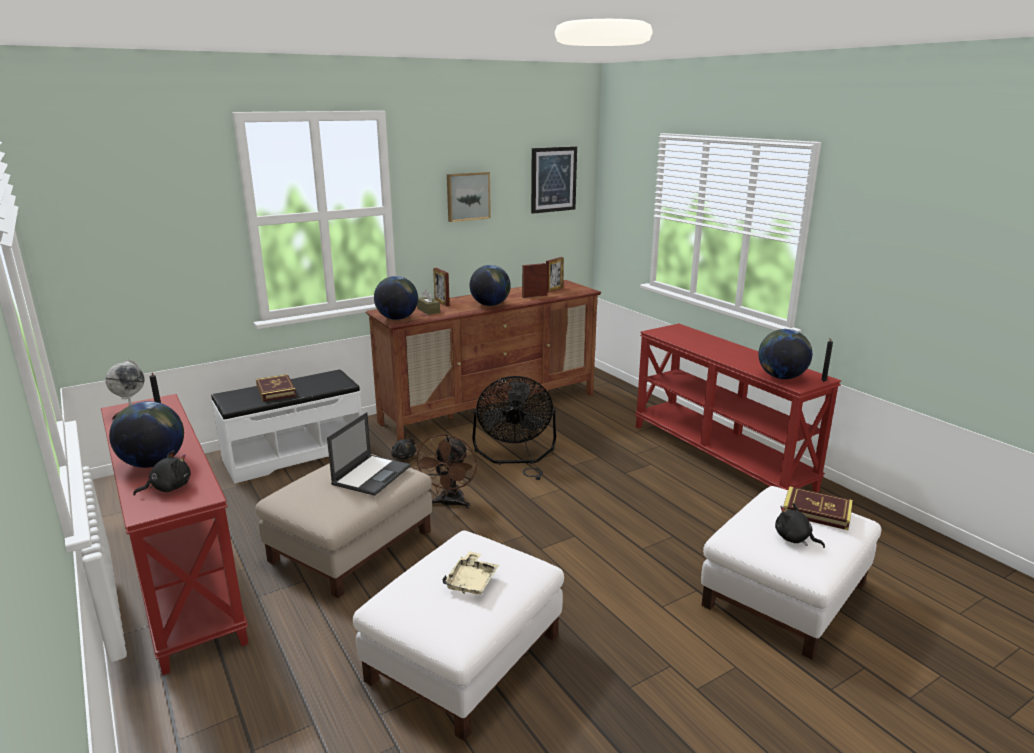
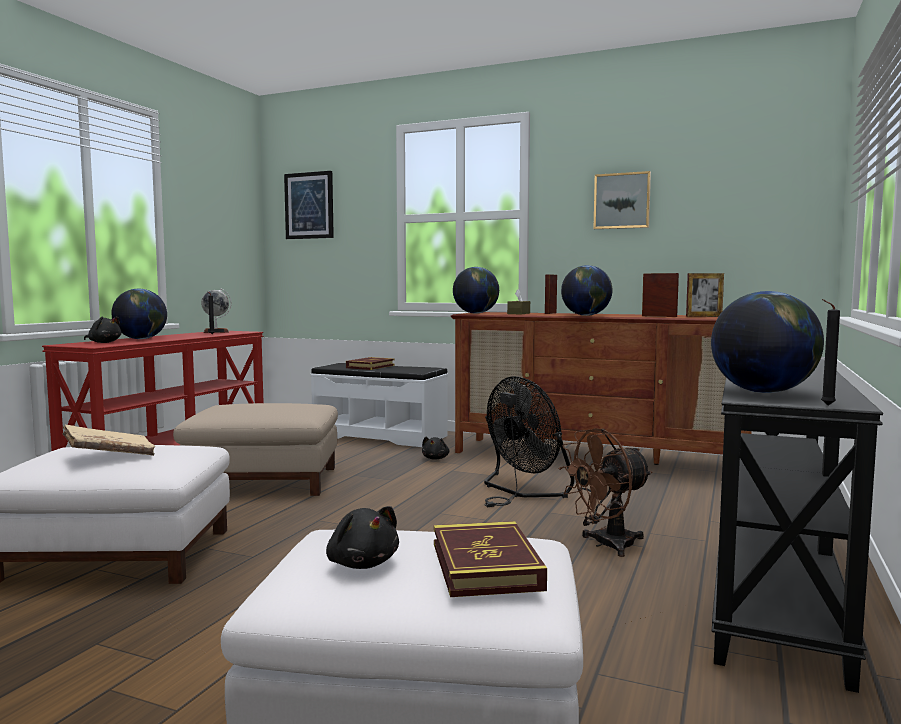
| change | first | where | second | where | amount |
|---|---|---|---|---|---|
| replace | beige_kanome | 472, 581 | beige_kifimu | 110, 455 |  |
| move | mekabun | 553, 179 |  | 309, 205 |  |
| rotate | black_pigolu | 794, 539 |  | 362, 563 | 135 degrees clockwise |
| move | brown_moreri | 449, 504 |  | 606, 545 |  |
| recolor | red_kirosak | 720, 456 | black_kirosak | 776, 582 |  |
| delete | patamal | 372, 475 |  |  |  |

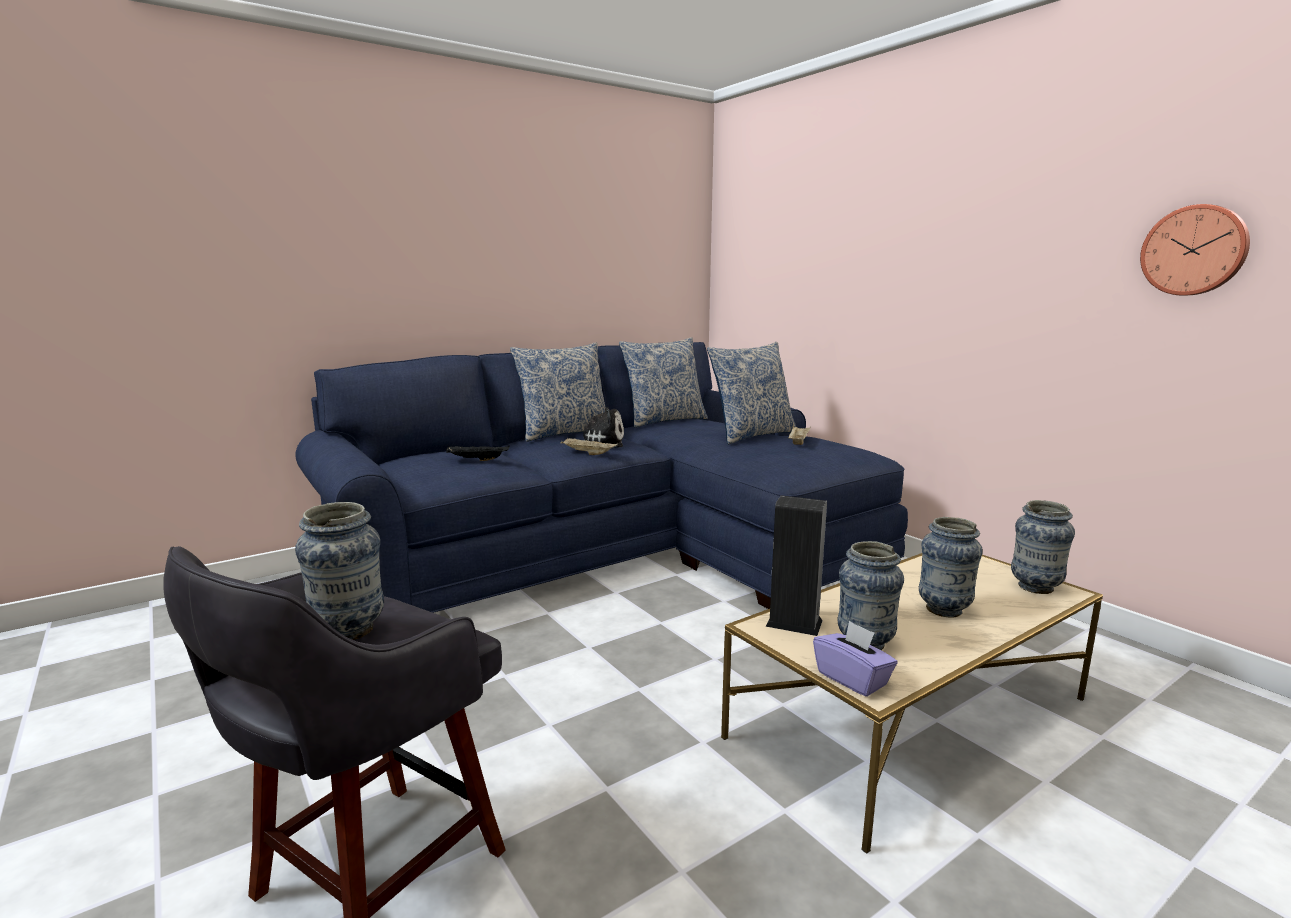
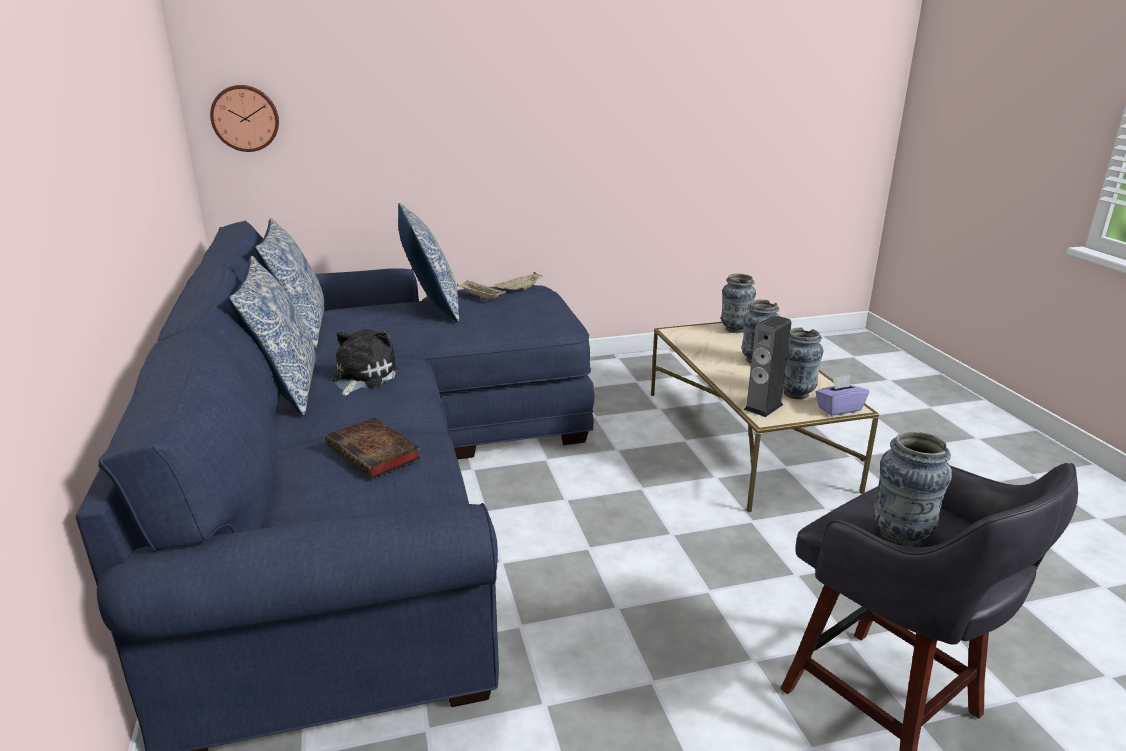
| change | first | where | second | where | amount |
|---|---|---|---|---|---|
| move | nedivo | 1194, 250 |  | 245, 118 |  |
| replace | black_kanome | 477, 460 | kifimu | 375, 453 |  |
| move | beige_kanome | 587, 453 |  | 519, 290 |  |

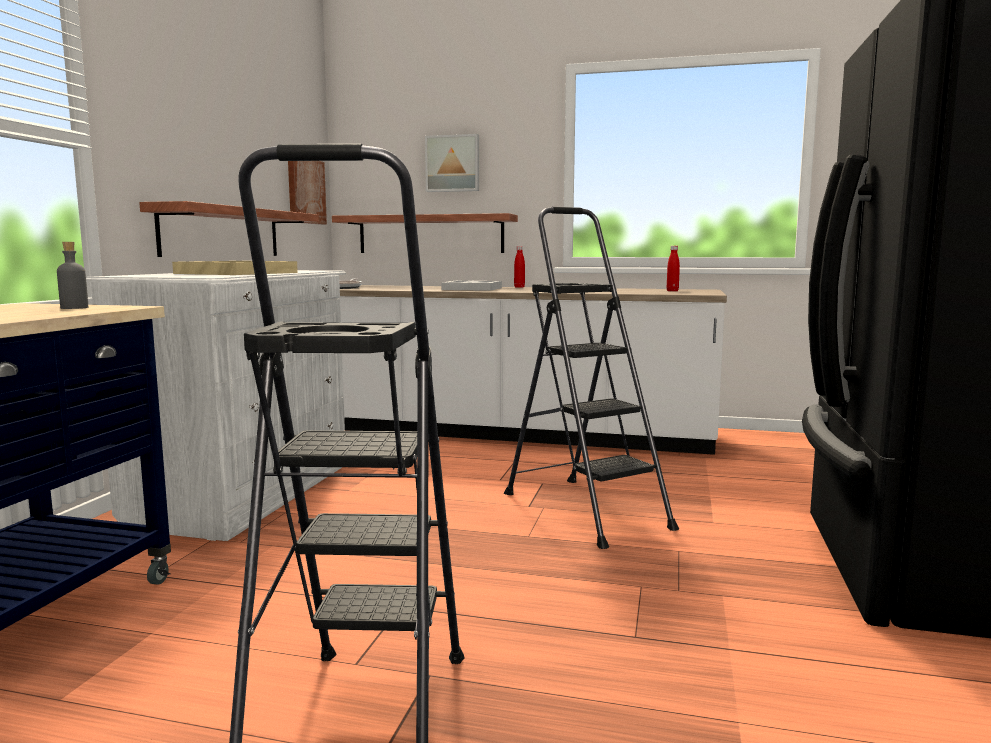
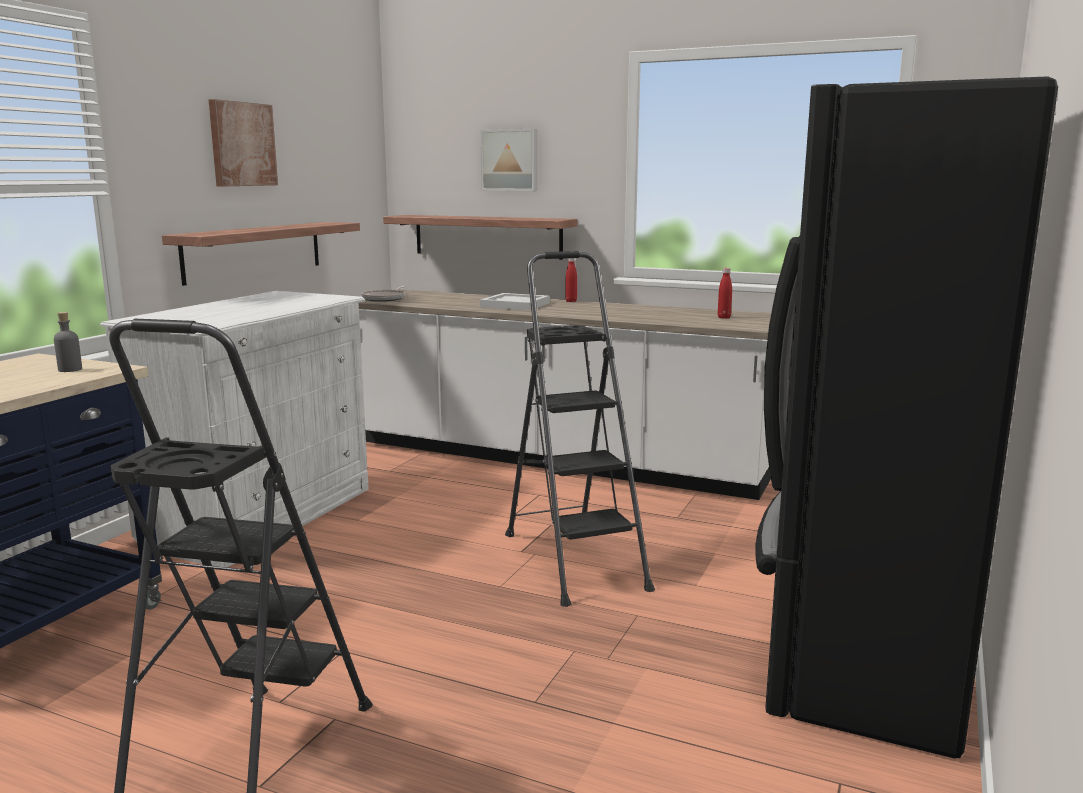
| change | first | where | second | where | amount |
|---|---|---|---|---|---|
| move | mekabun | 305, 191 |  | 242, 144 |  |
| delete | beige_kanome | 236, 273 |  |  |  |

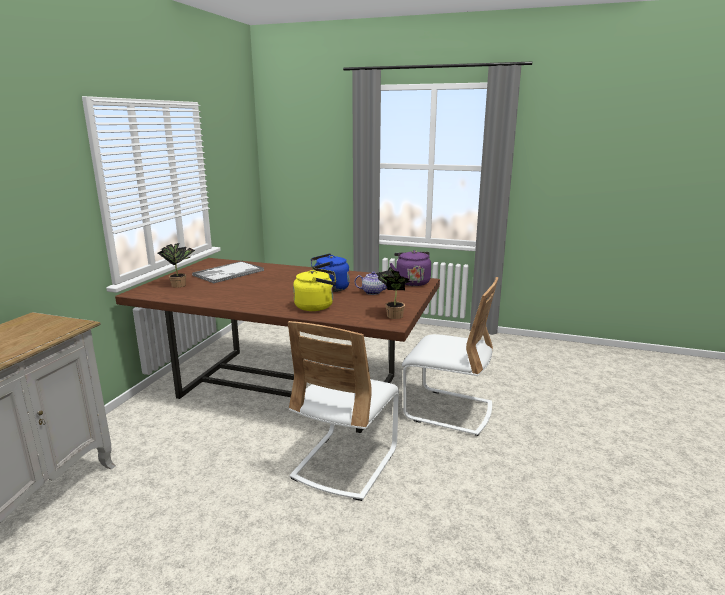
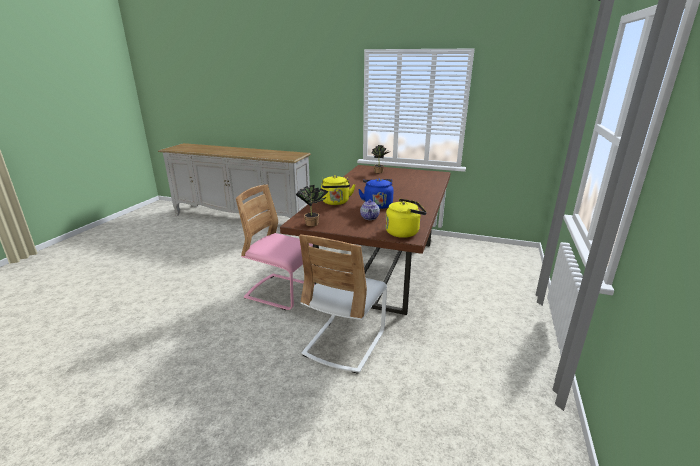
| change | first | where | second | where | amount |
|---|---|---|---|---|---|
| recolor | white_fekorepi | 345, 463 | pink_fekorepi | 282, 292 |  |
| recolor | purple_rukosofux | 412, 282 | yellow_rukosofux | 404, 232 |  |
| delete | kanome | 228, 273 |  |  |  |

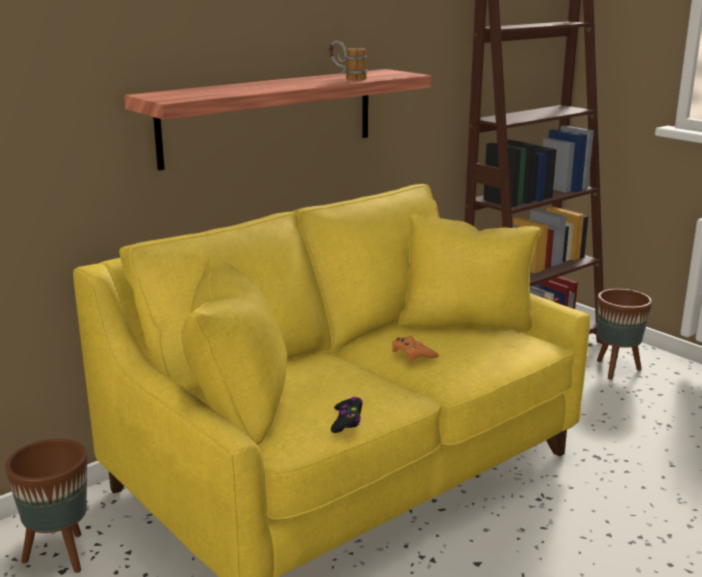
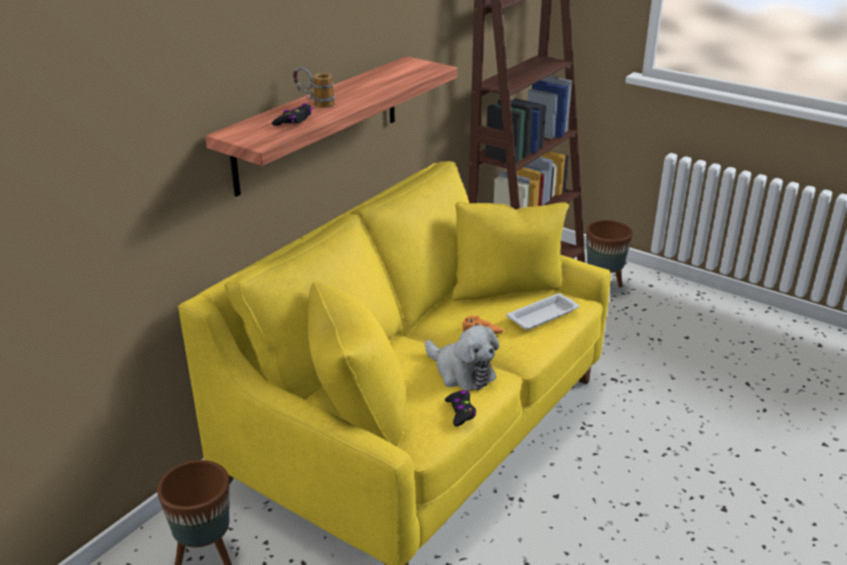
| change | first | where | second | where | amount |
|---|---|---|---|---|---|
| insert |  |  | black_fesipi | 294, 121 |  |
| move | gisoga | 347, 78 |  | 314, 103 |  |
| insert |  |  | pigolu | 461, 372 |  |
| insert |  |  | white_kanome | 543, 315 |  |

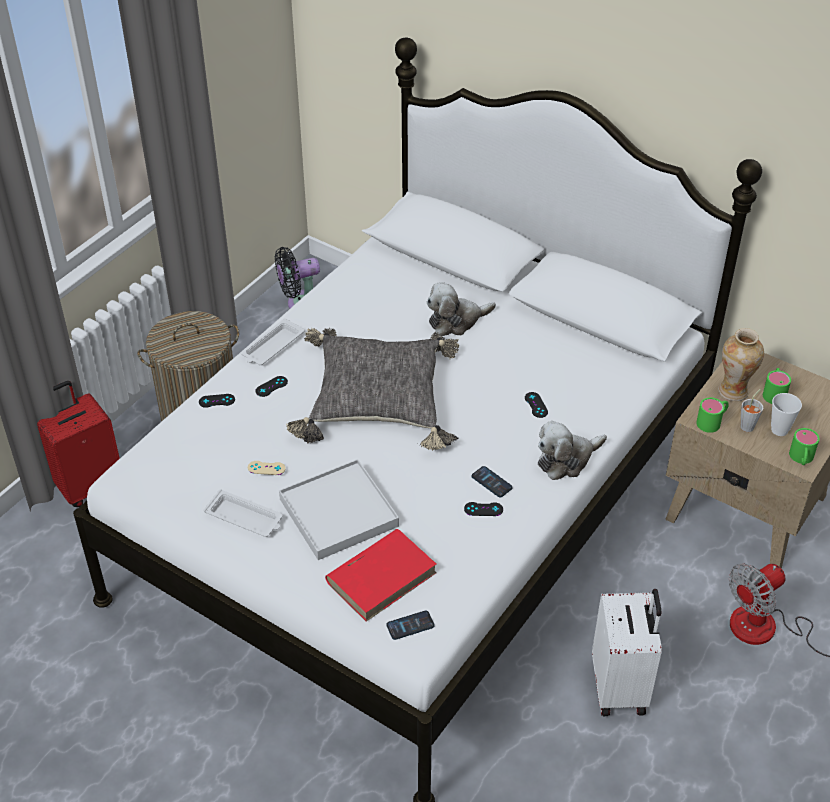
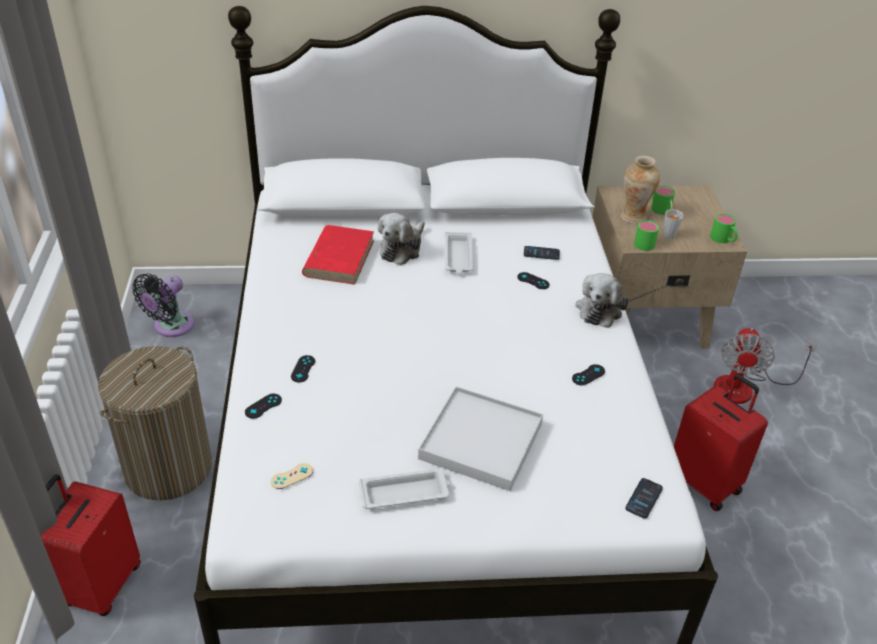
| change | first | where | second | where | amount |
|---|---|---|---|---|---|
| move | beige_fesipi | 266, 468 |  | 292, 476 |  |
| move | red_kifimu | 382, 576 |  | 339, 257 |  |
| move | white_kanome | 272, 347 |  | 458, 257 |  |
| move | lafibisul | 491, 482 |  | 541, 253 |  |
| recolor | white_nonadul | 620, 687 | red_nonadul | 705, 483 |  |
| delete | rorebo | 377, 396 |  |  |  |
| delete | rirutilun | 779, 430 |  |  |  |

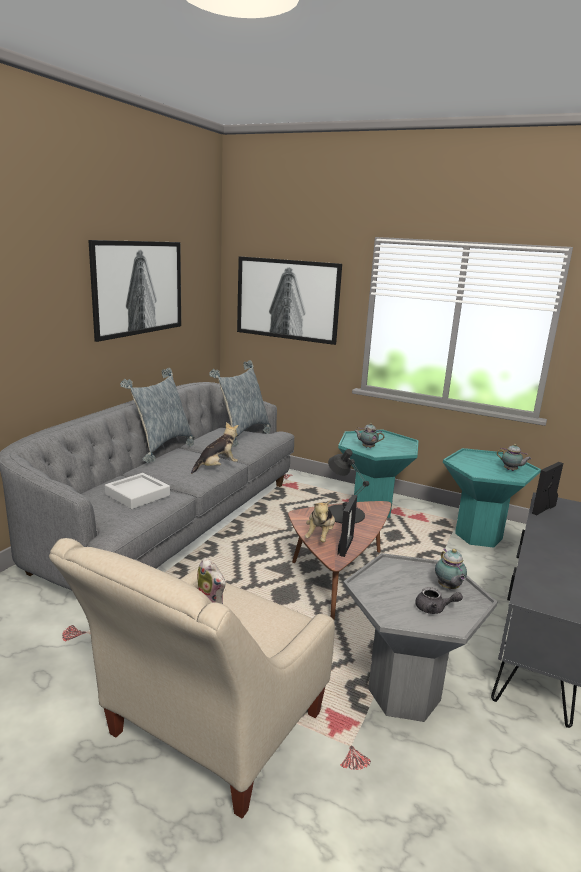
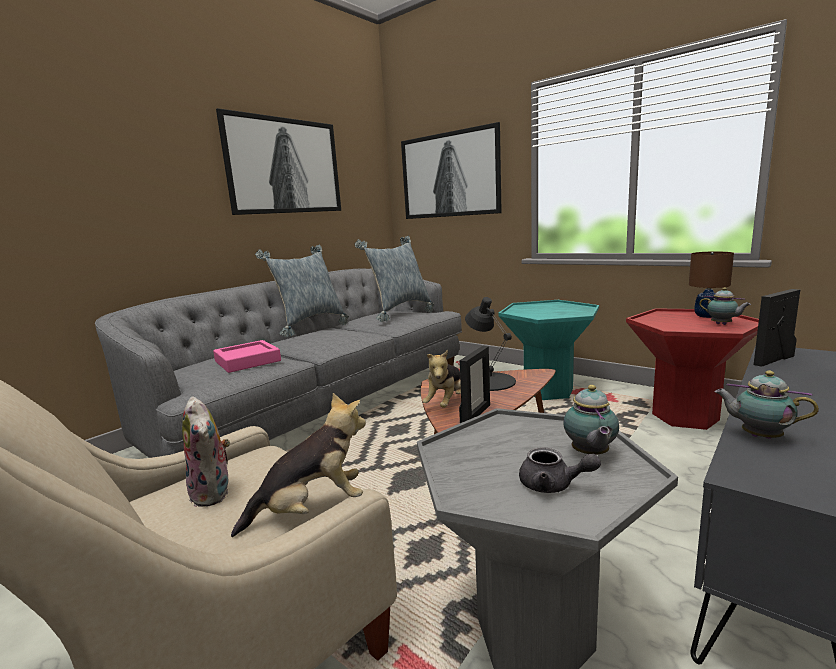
| change | first | where | second | where | amount |
|---|---|---|---|---|---|
| recolor | grey_kanome | 137, 495 | pink_kanome | 247, 361 |  |
| move | pigolu | 217, 467 |  | 312, 510 |  |
| recolor | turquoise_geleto | 479, 536 | red_geleto | 685, 417 |  |
| insert |  |  | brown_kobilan | 705, 316 |  |
| move | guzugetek | 367, 447 |  | 758, 436 |  |

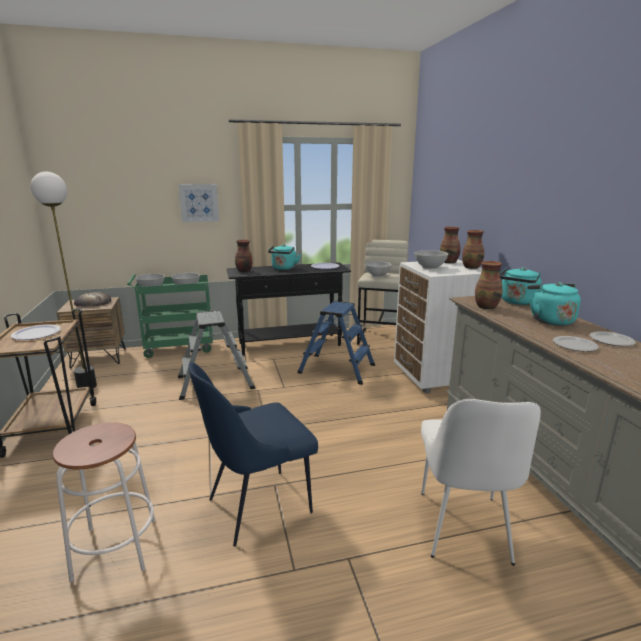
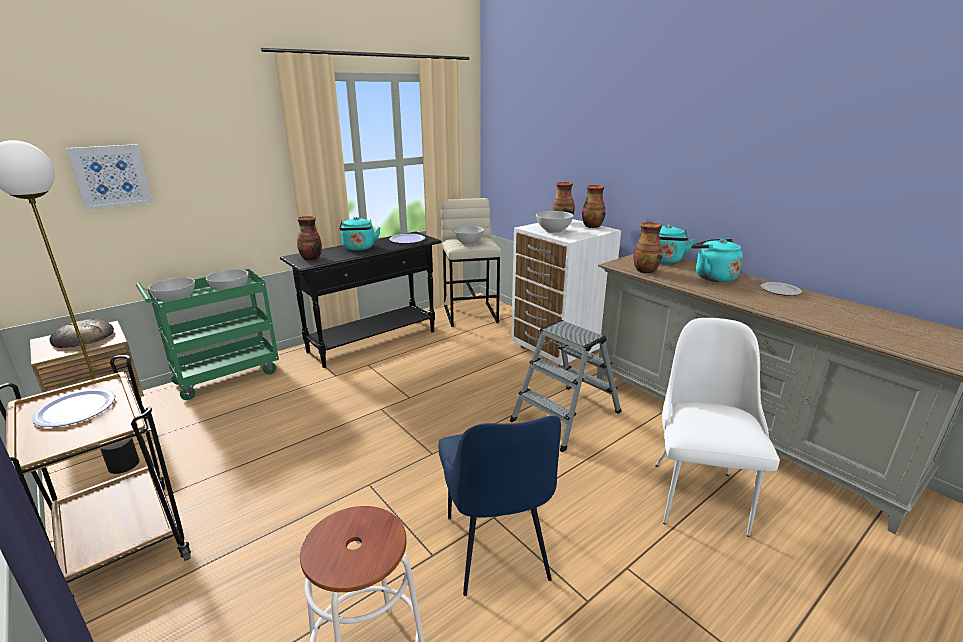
| change | first | where | second | where | amount |
|---|---|---|---|---|---|
| move | mekabun | 199, 203 |  | 111, 176 |  |
| rotate | blue_fekorepi | 259, 506 |  | 497, 547 | 45 degrees counterclockwise |
| move | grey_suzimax | 215, 382 |  | 566, 416 |  |
| rotate | white_fekorepi | 464, 526 |  | 697, 497 | 150 degrees counterclockwise |
| delete | blue_suzimax | 337, 369 |  |  |  |
| delete | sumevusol | 575, 346 |  |  |  |

